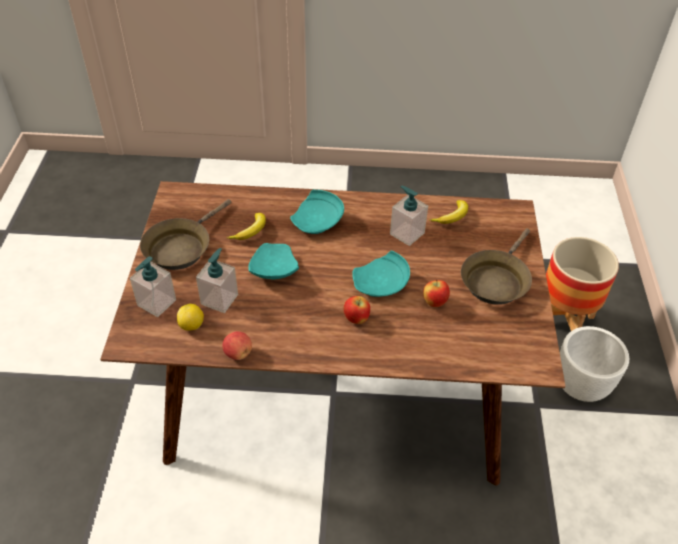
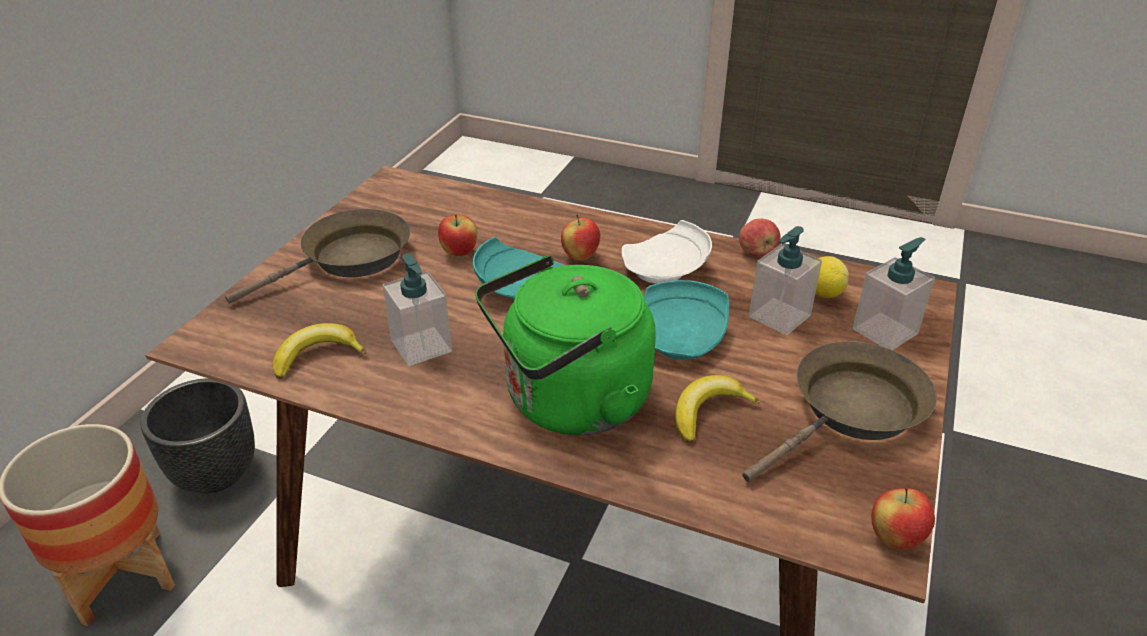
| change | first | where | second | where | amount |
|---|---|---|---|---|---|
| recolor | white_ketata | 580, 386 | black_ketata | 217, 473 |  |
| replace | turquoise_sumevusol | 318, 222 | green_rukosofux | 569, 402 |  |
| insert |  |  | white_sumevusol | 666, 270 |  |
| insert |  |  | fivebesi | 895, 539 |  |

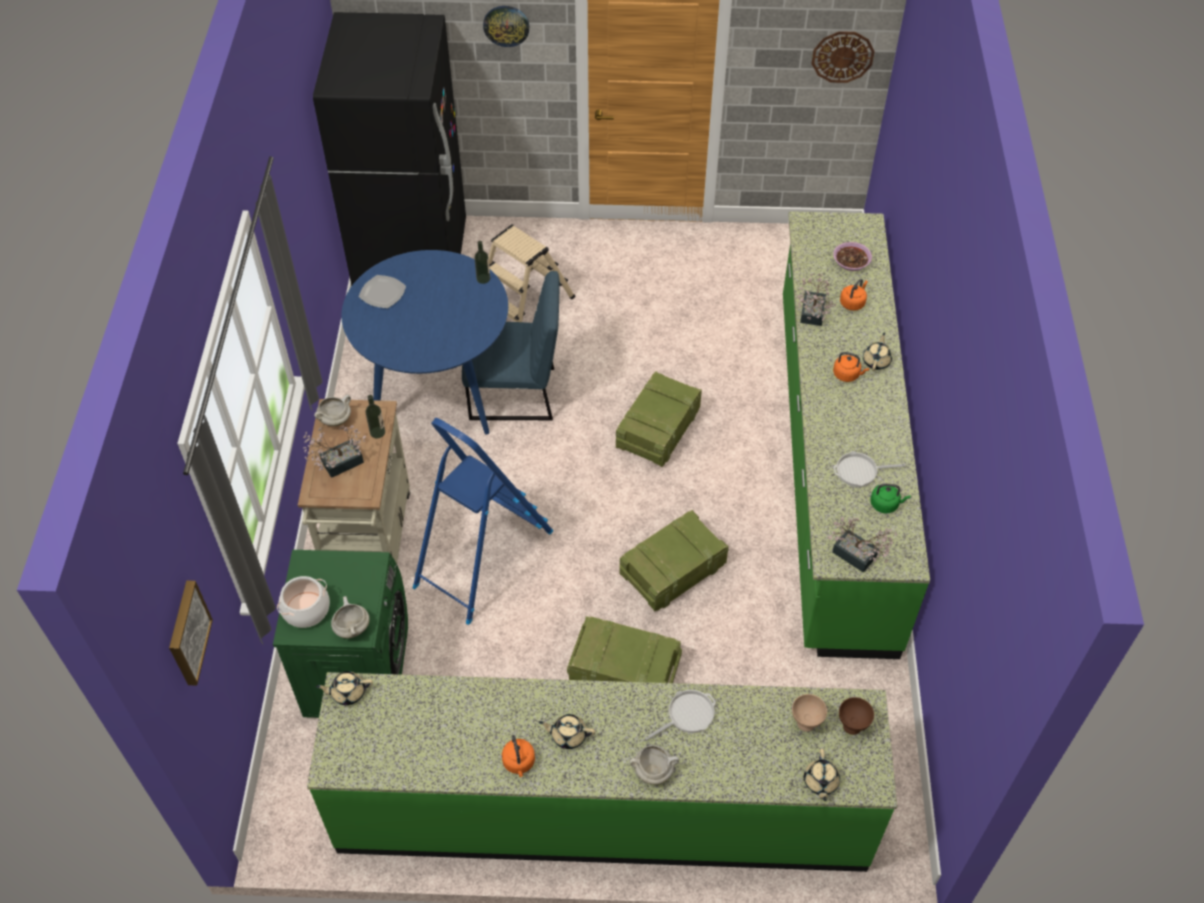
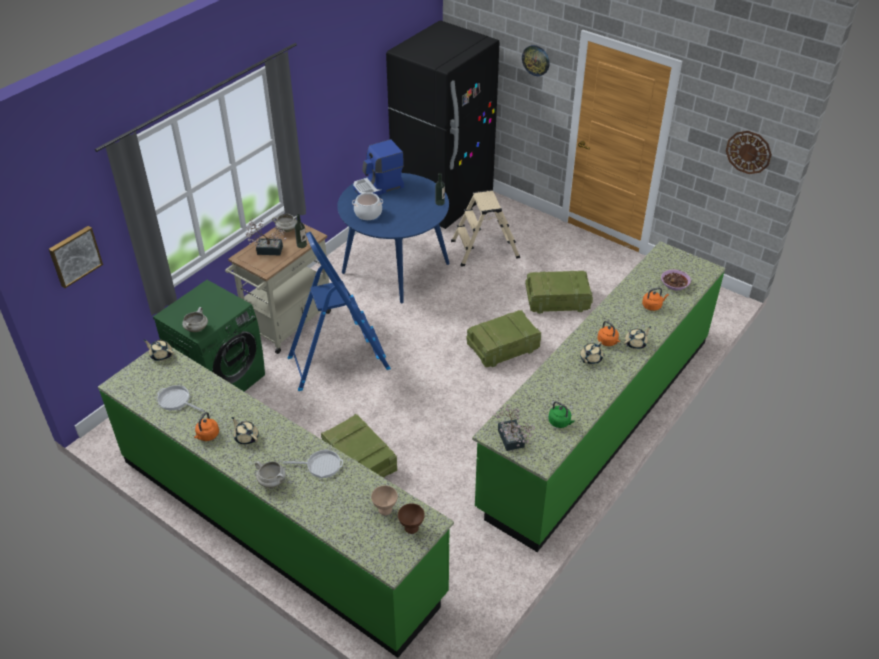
| change | first | where | second | where | amount |
|---|---|---|---|---|---|
| move | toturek | 859, 471 |  | 176, 400 |  |
| move | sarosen | 306, 609 |  | 368, 213 |  |
| replace | sumevusol | 383, 293 | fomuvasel | 378, 187 |  |
| move | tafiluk | 671, 572 |  | 556, 301 |  |
| move | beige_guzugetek | 820, 782 |  | 590, 359 |  |
| delete | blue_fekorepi | 515, 394 |  |  |  |
| delete | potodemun | 811, 315 |  |  |  |

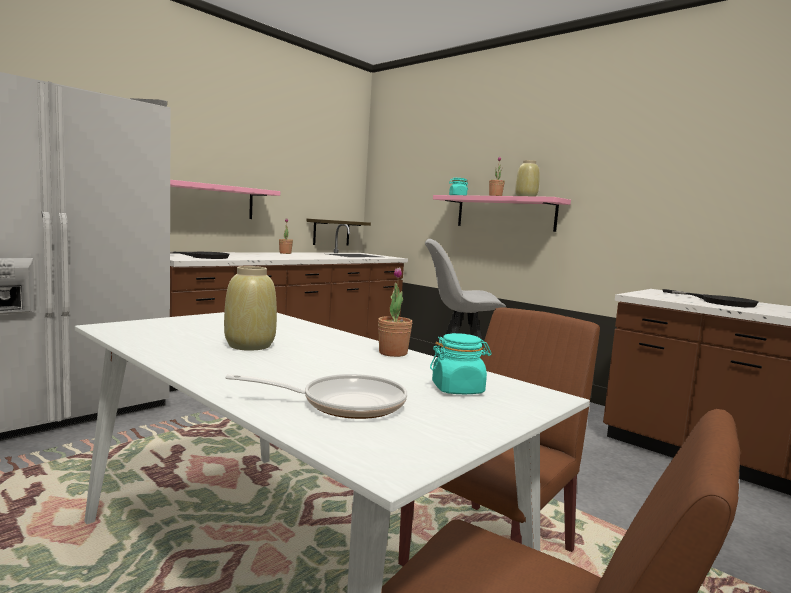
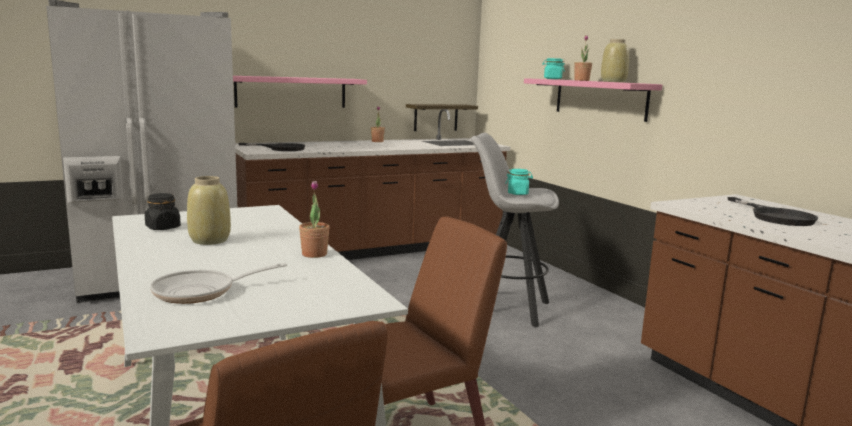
| change | first | where | second | where | amount |
|---|---|---|---|---|---|
| insert |  |  | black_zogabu | 162, 227 |  |
| rotate | toturek | 344, 403 |  | 201, 292 | 135 degrees clockwise |
| move | turquoise_zogabu | 458, 389 |  | 518, 193 |  |

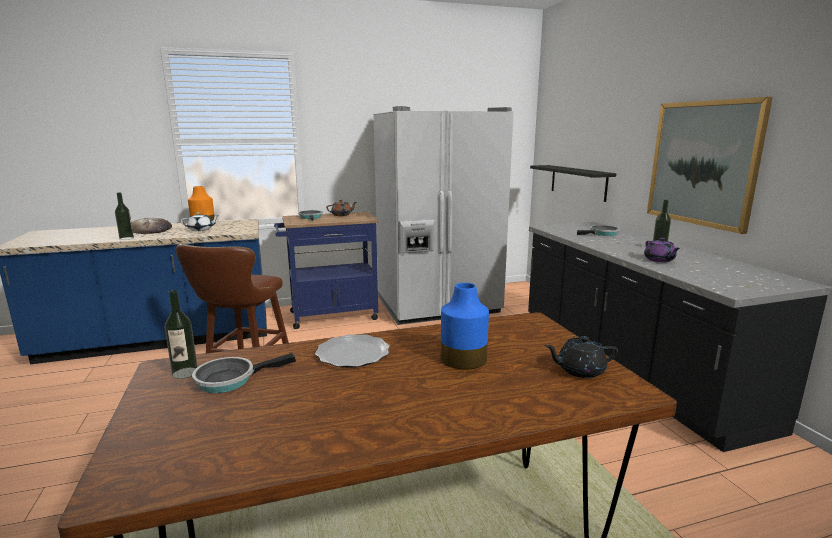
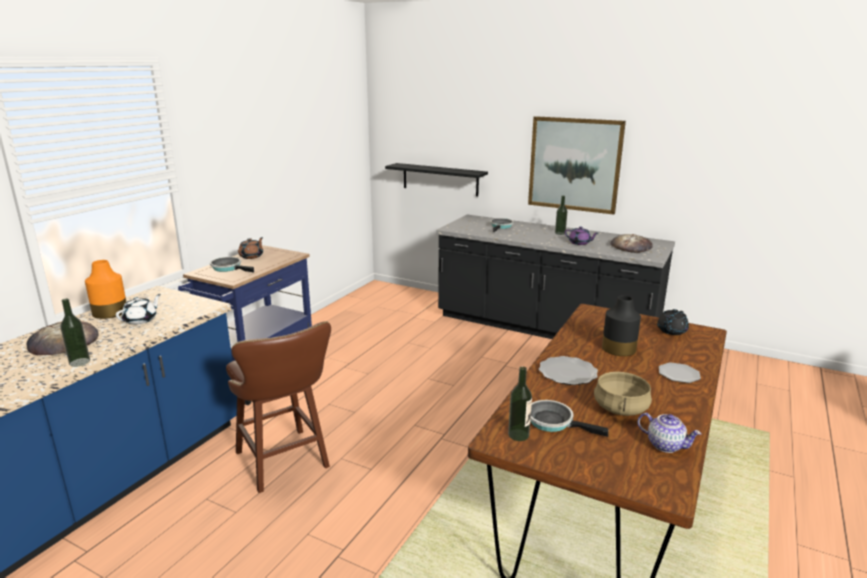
| change | first | where | second | where | amount |
|---|---|---|---|---|---|
| rotate | toturek | 230, 379 |  | 553, 422 | 105 degrees clockwise |
| insert |  |  | beige_sarosen | 621, 408 |  |
| recolor | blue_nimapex | 463, 358 | black_nimapex | 618, 348 |  |
| insert |  |  | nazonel | 631, 247 |  |
| insert |  |  | guzugetek | 665, 445 |  |
| insert |  |  | sumevusol | 678, 374 |  |
| delete | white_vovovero | 438, 306 |  |  |  |

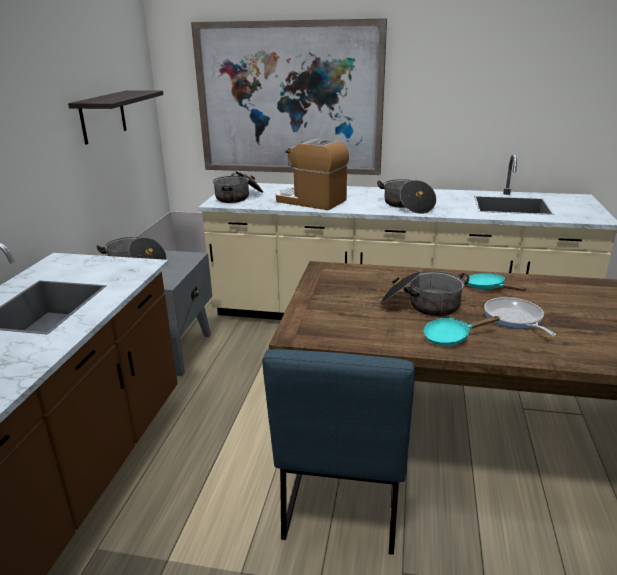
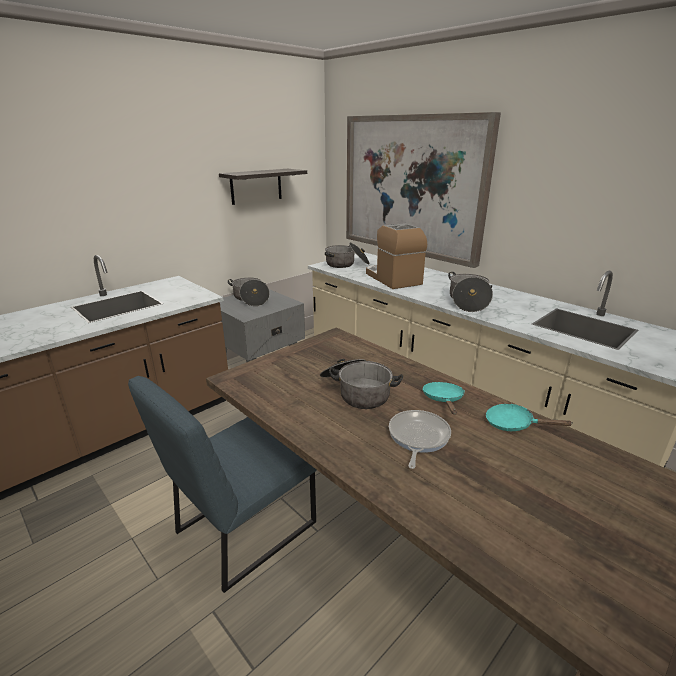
| change | first | where | second | where | amount |
|---|---|---|---|---|---|
| move | turquoise_toturek | 451, 337 |  | 513, 424 |  |

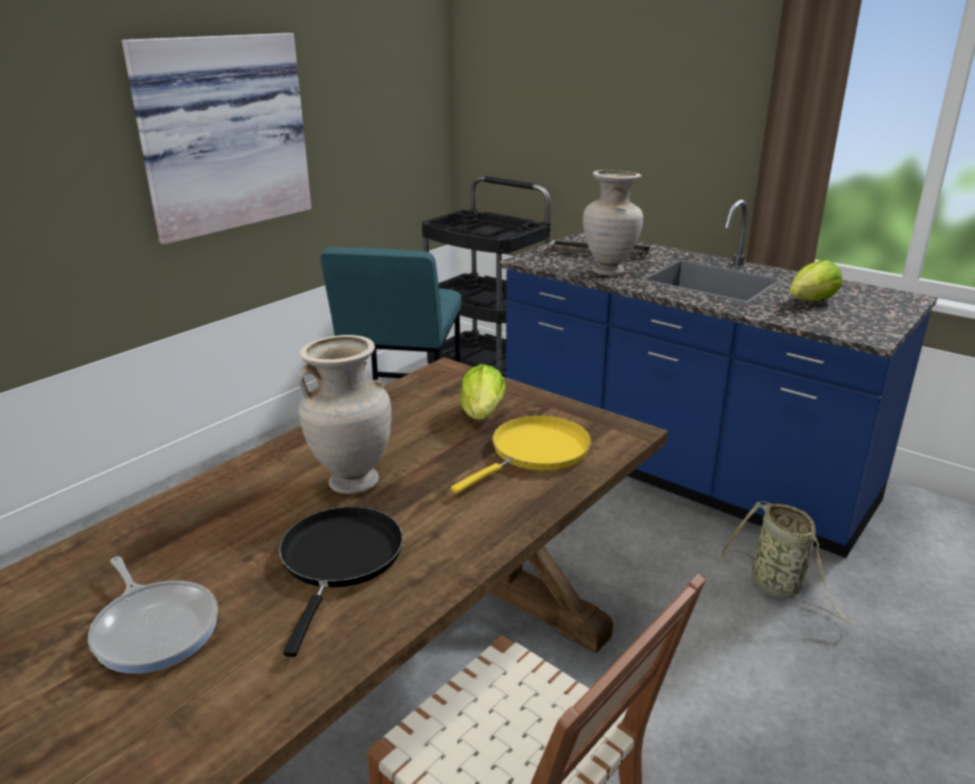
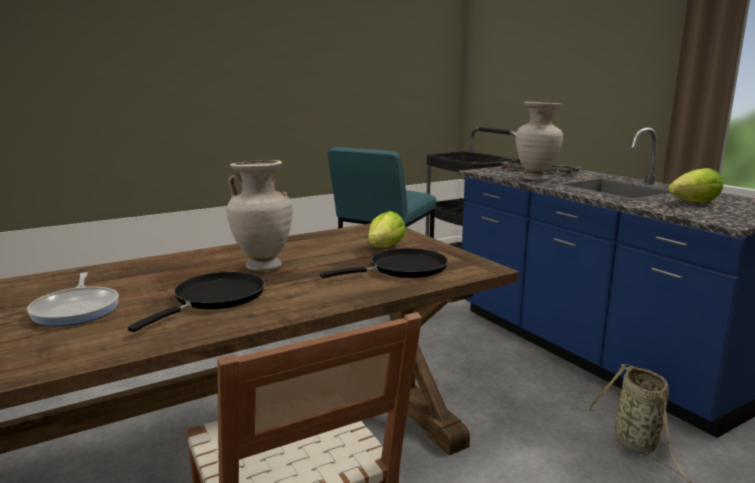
| change | first | where | second | where | amount |
|---|---|---|---|---|---|
| recolor | yellow_toturek | 535, 452 | black_toturek | 403, 269 |  |
| delete | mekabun | 221, 134 |  |  |  |

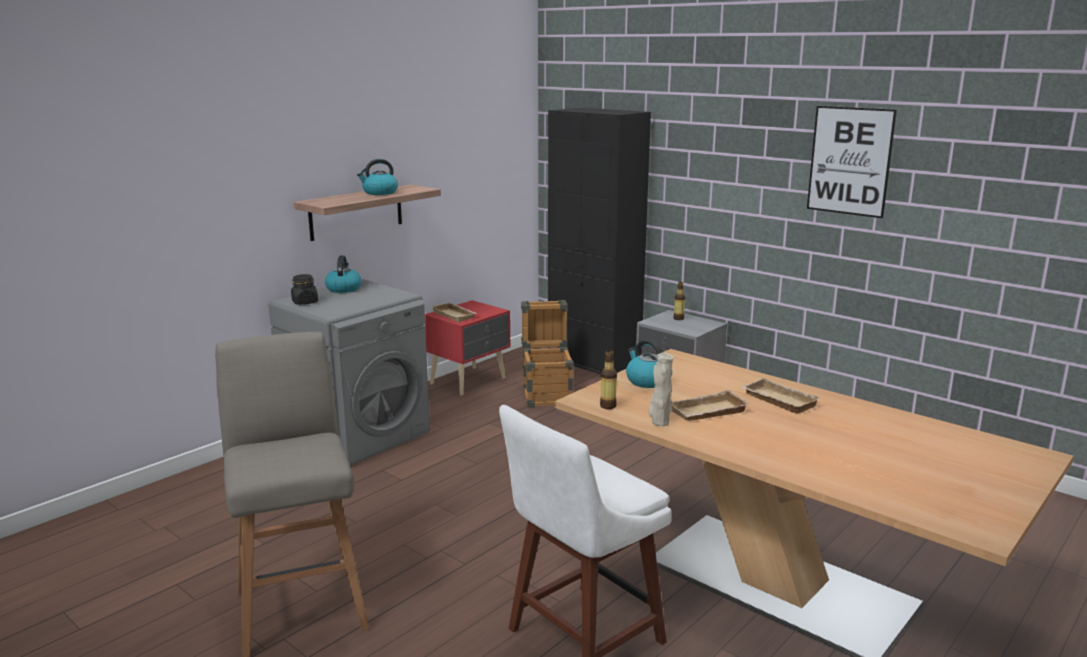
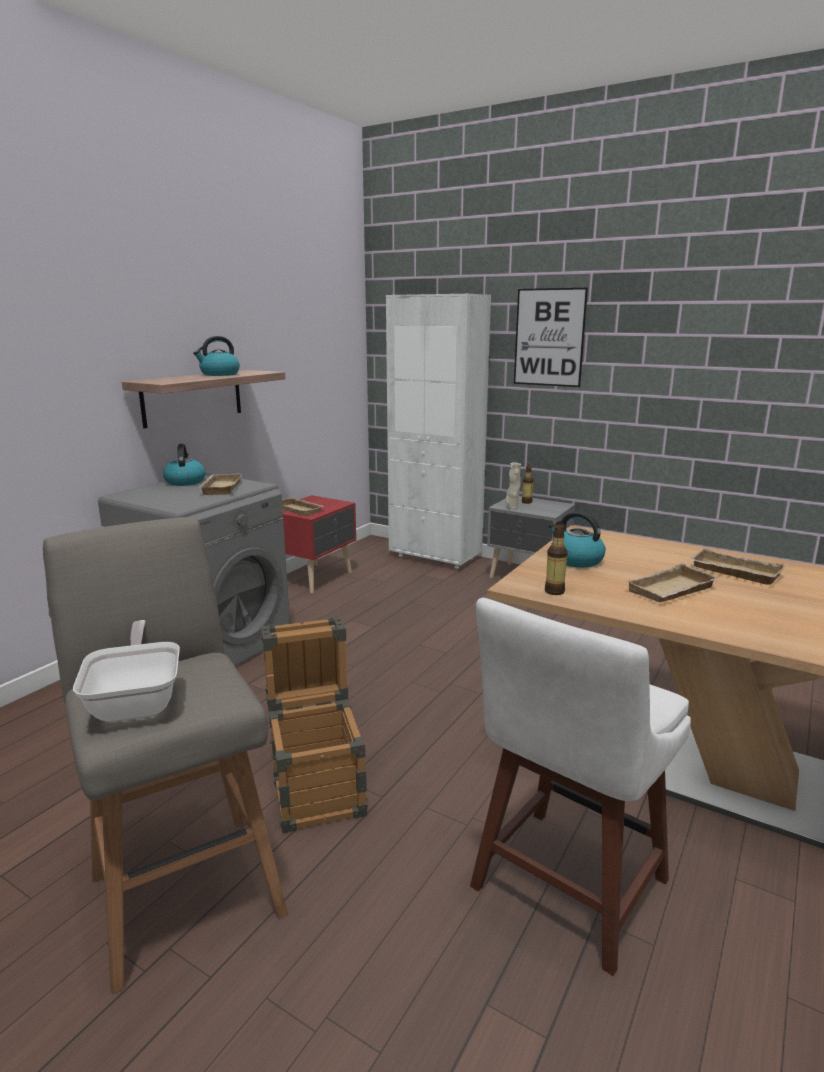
| change | first | where | second | where | amount |
|---|---|---|---|---|---|
| insert |  |  | toturek | 138, 701 |  |
| insert |  |  | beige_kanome | 220, 488 |  |
| move | tafiluk | 547, 394 |  | 317, 787 |  |
| recolor | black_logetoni | 593, 368 | white_logetoni | 435, 557 |  |
| move | beige_nimapex | 659, 423 |  | 512, 508 |  |
| move | mekabun | 850, 161 |  | 549, 337 |  |
| delete | black_zogabu | 304, 302 |  |  |  |

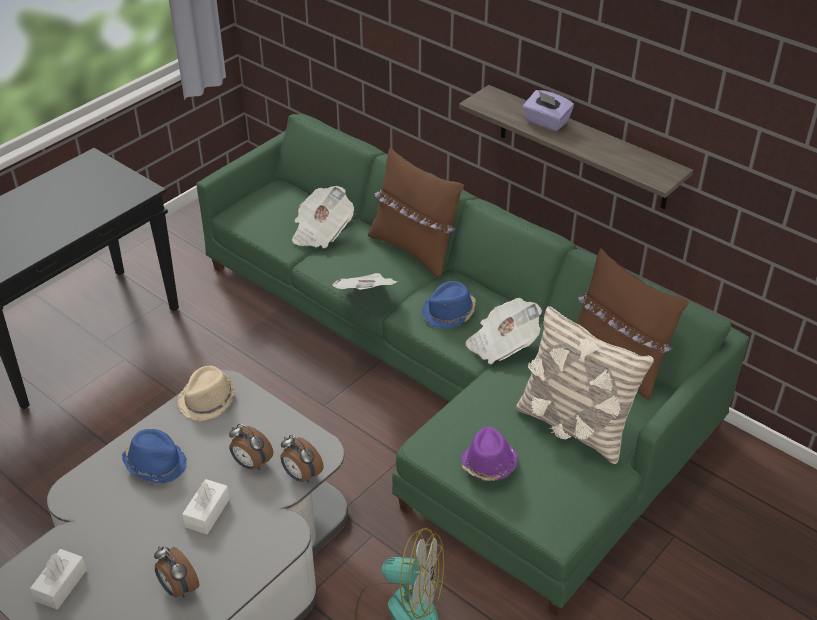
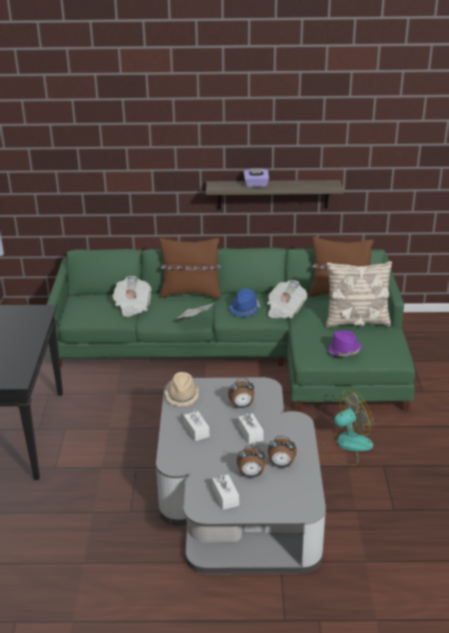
| change | first | where | second | where | amount |
|---|---|---|---|---|---|
| replace | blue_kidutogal | 156, 464 | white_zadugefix | 196, 430 |  |
| move | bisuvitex | 301, 475 |  | 251, 475 |  |

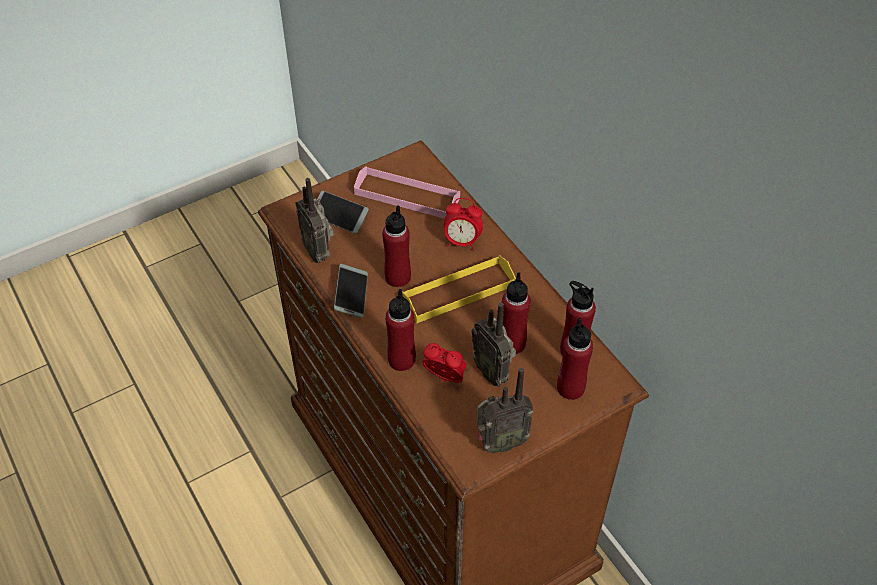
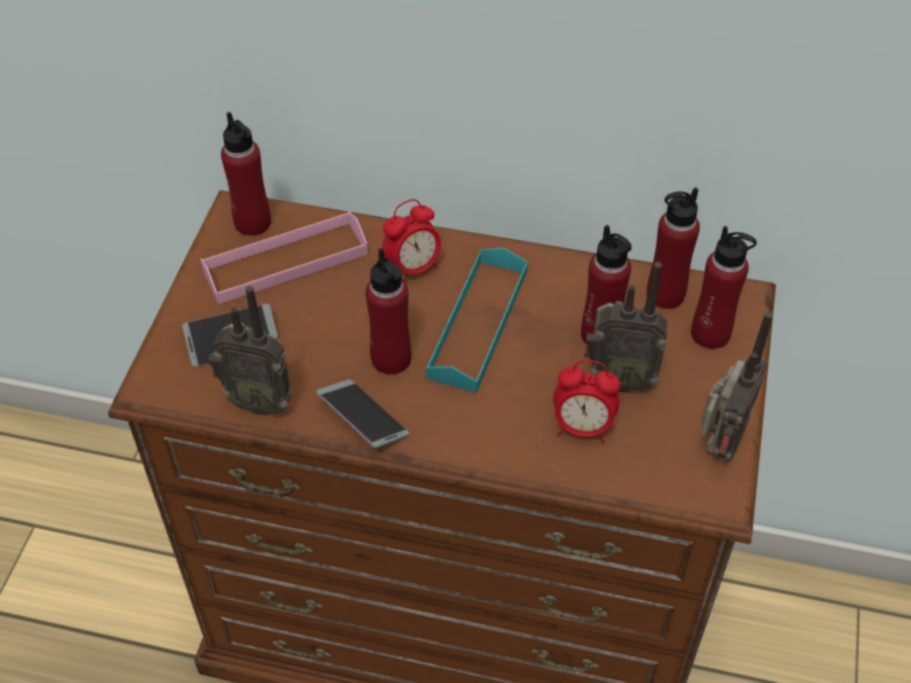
| change | first | where | second | where | amount |
|---|---|---|---|---|---|
| move | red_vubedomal | 401, 360 |  | 252, 223 |  |
| recolor | yellow_kanome | 458, 292 | turquoise_kanome | 478, 324 |  |
| rotate | bisuvitex | 445, 379 |  | 582, 427 | 150 degrees counterclockwise |

